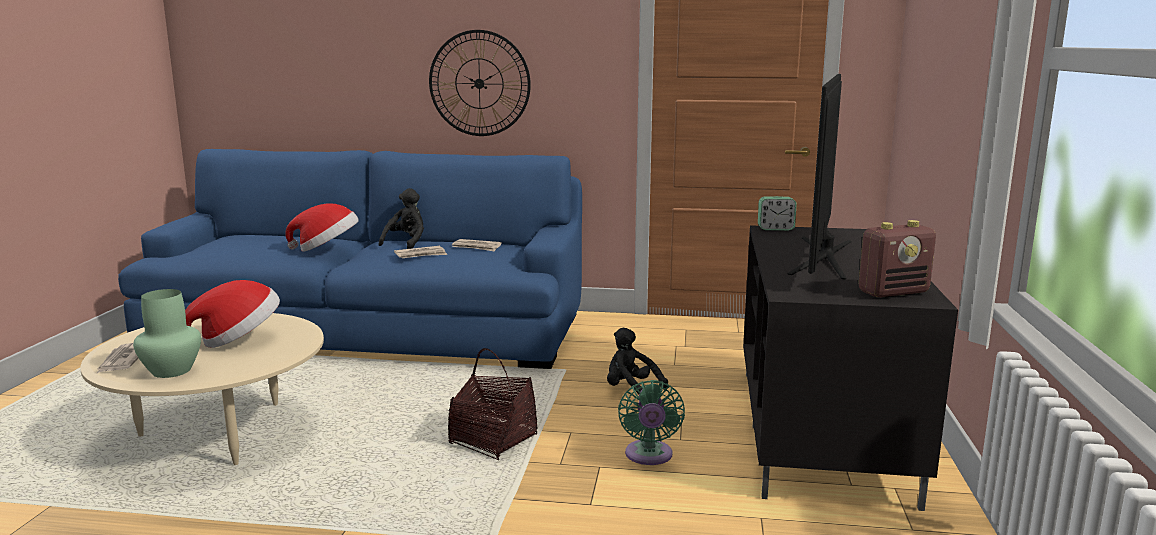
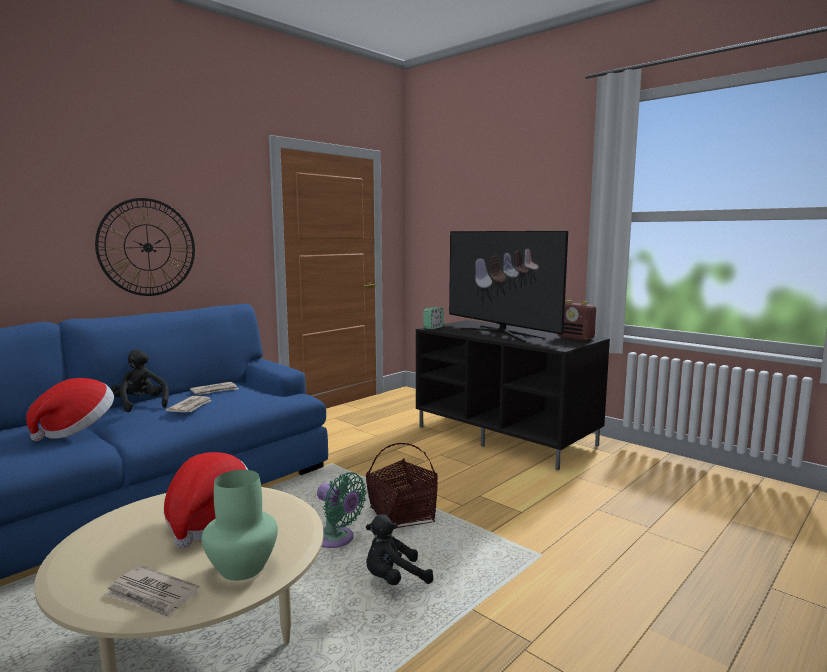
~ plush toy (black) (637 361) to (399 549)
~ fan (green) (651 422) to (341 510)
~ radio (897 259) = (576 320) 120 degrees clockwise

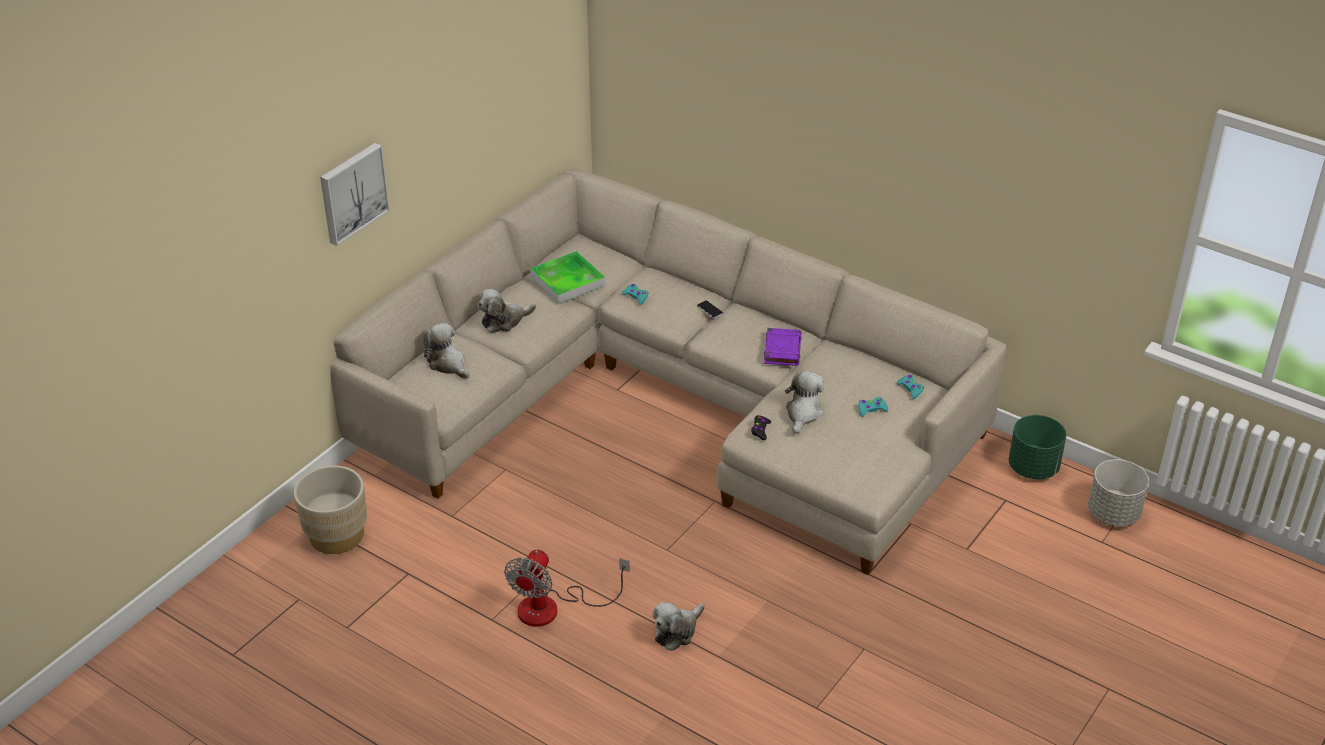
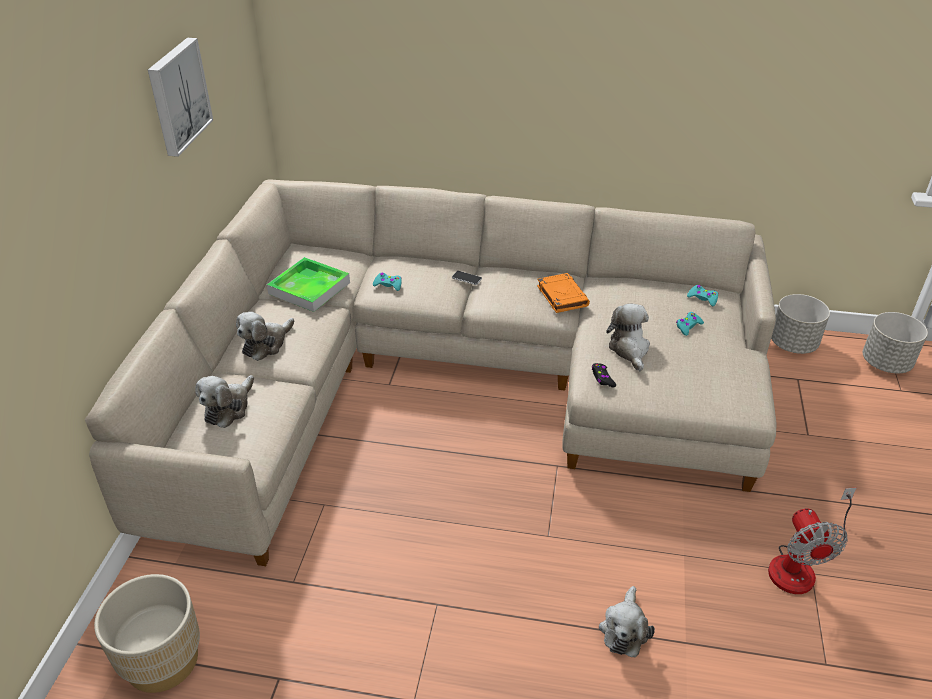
~ picture (355 194) to (180 97)
~ fan (566 588) to (812 541)
~ book (purple) (783 347) to book (orange) (563 293)
~ planter (green) (1037 447) to planter (grey) (800 324)
~ plush toy (446 351) = (224 401) 90 degrees counterclockwise

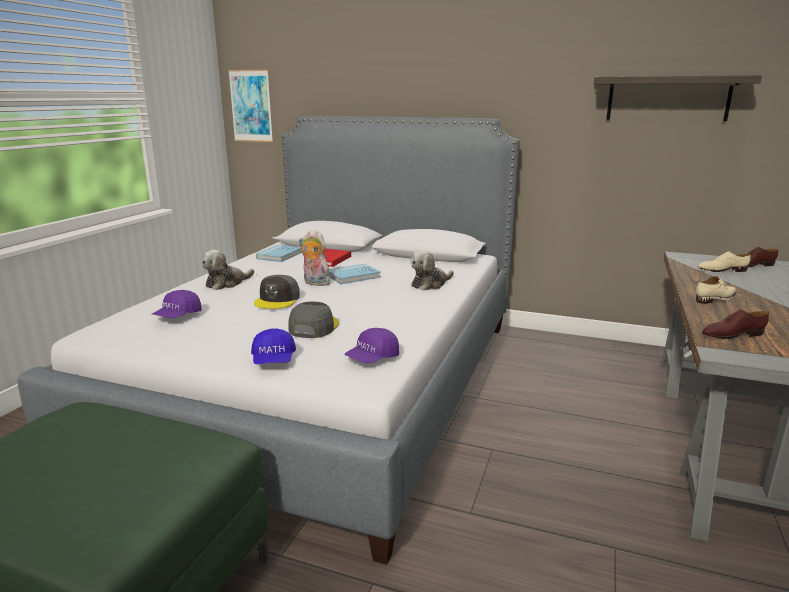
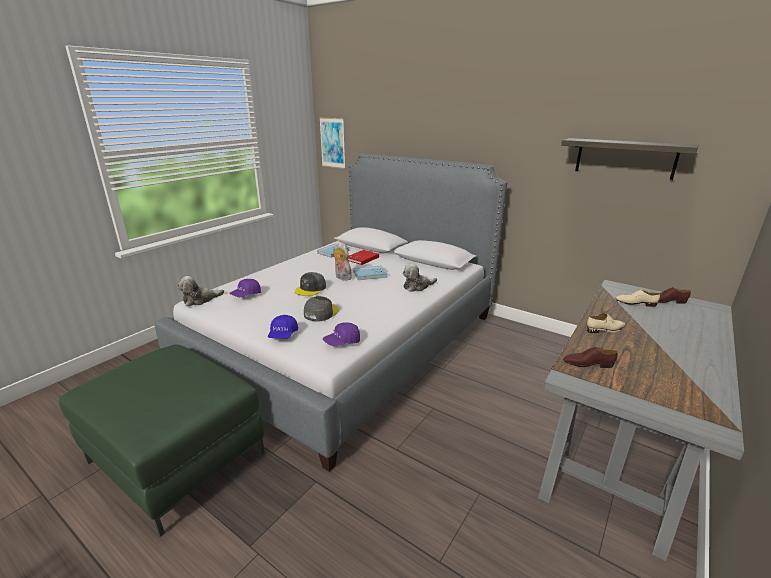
~ plush toy (228 270) to (200 291)

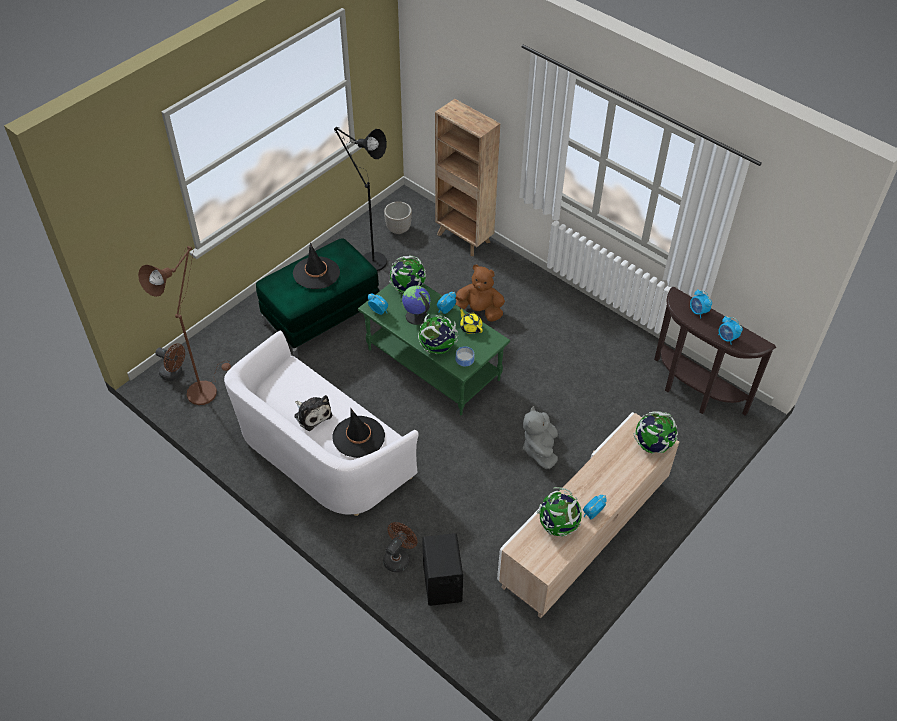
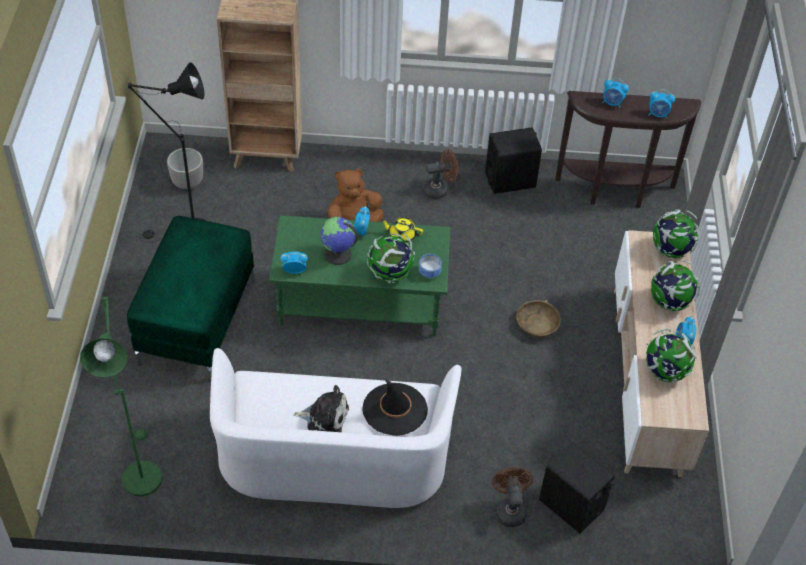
- hat (black) (316 265)
+ speaker (black) (513 160)
~ fan (brown) (170 362) to (440 174)
~ globe (407 274) to (675 285)
~ plush toy (grey) (540 437) to bowl (brown) (538 319)
~ floor lamp (brown) (184 325) to floor lamp (green) (121 396)

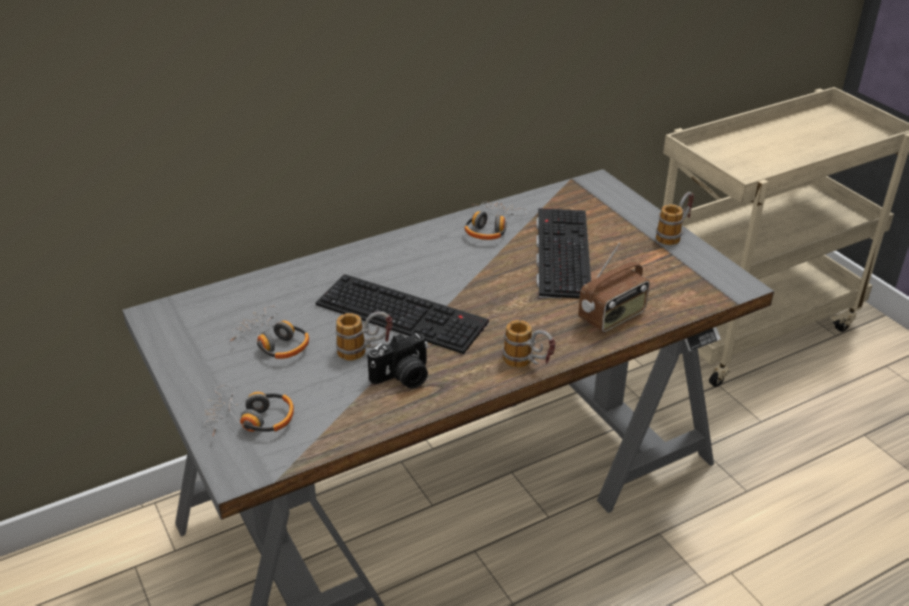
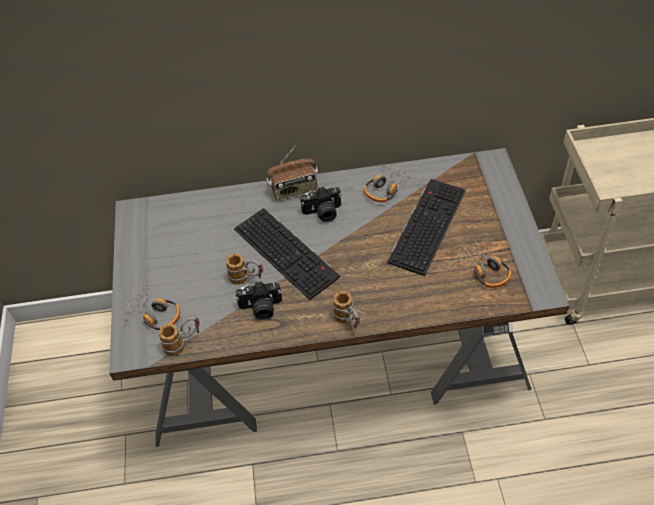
+ photo camera (321 204)
~ headphones (269 332) to (483 263)
~ radio (614 288) to (292 173)
~ mug (675 218) to (179 336)

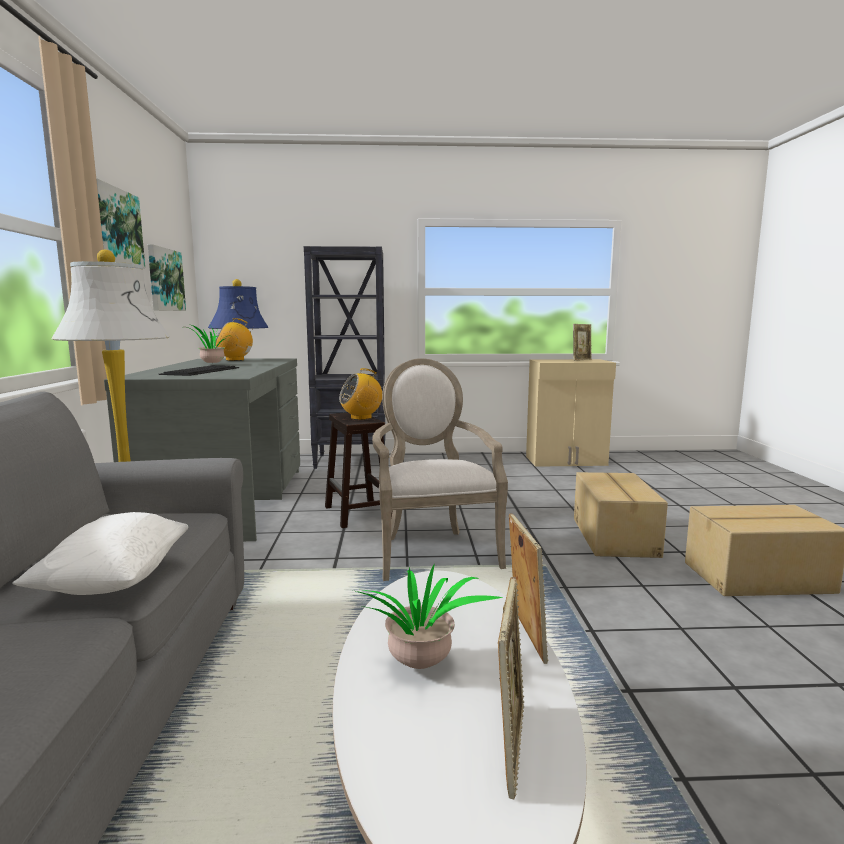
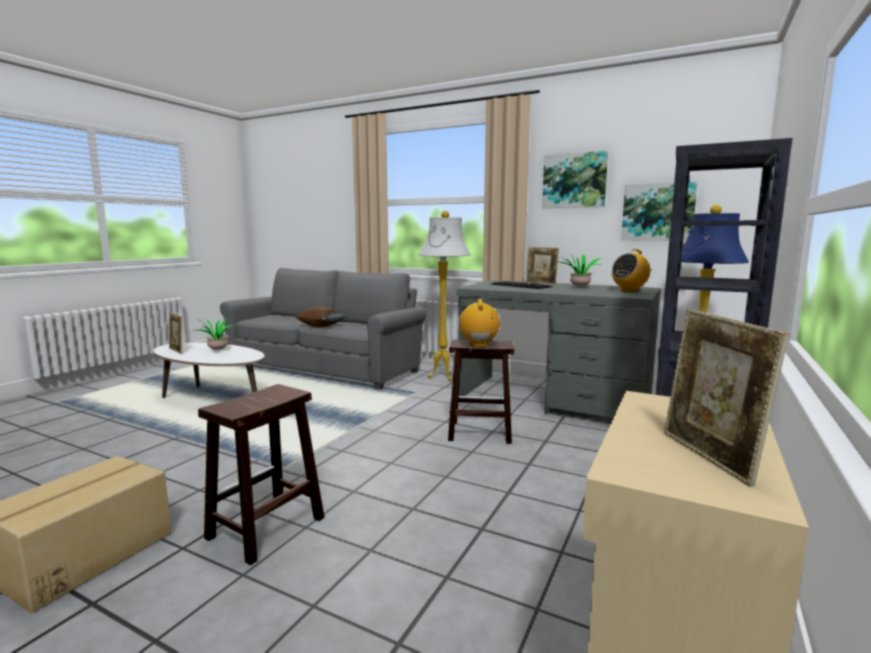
- armchair (440 469)
~ picture frame (528 588) to (542 265)
~ cardboard box (621 515) to stool (brown) (261 474)
~ pillow (white) (100 553) to pillow (brown) (321 317)
~ radio (235 339) = (631 270) 150 degrees counterclockwise

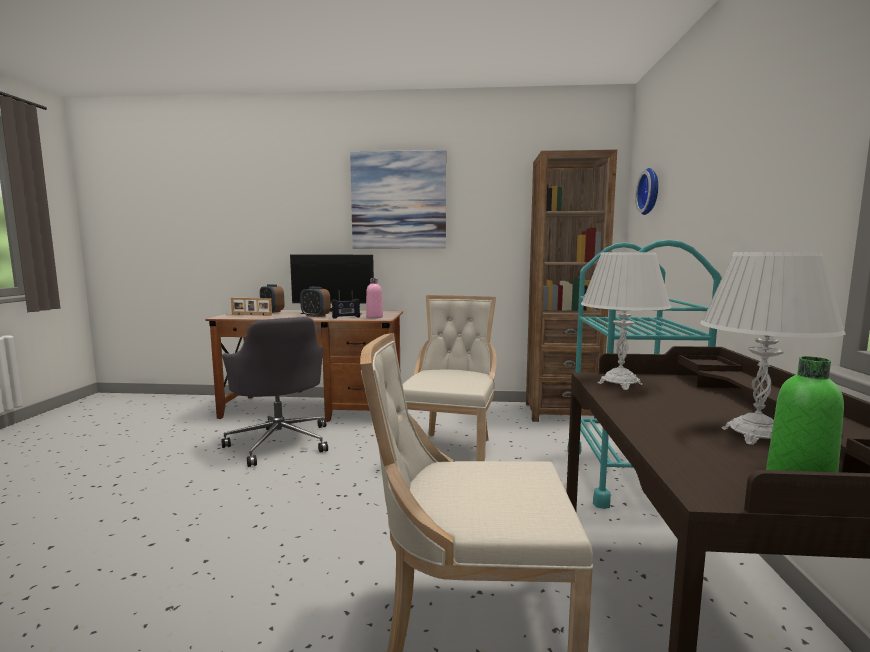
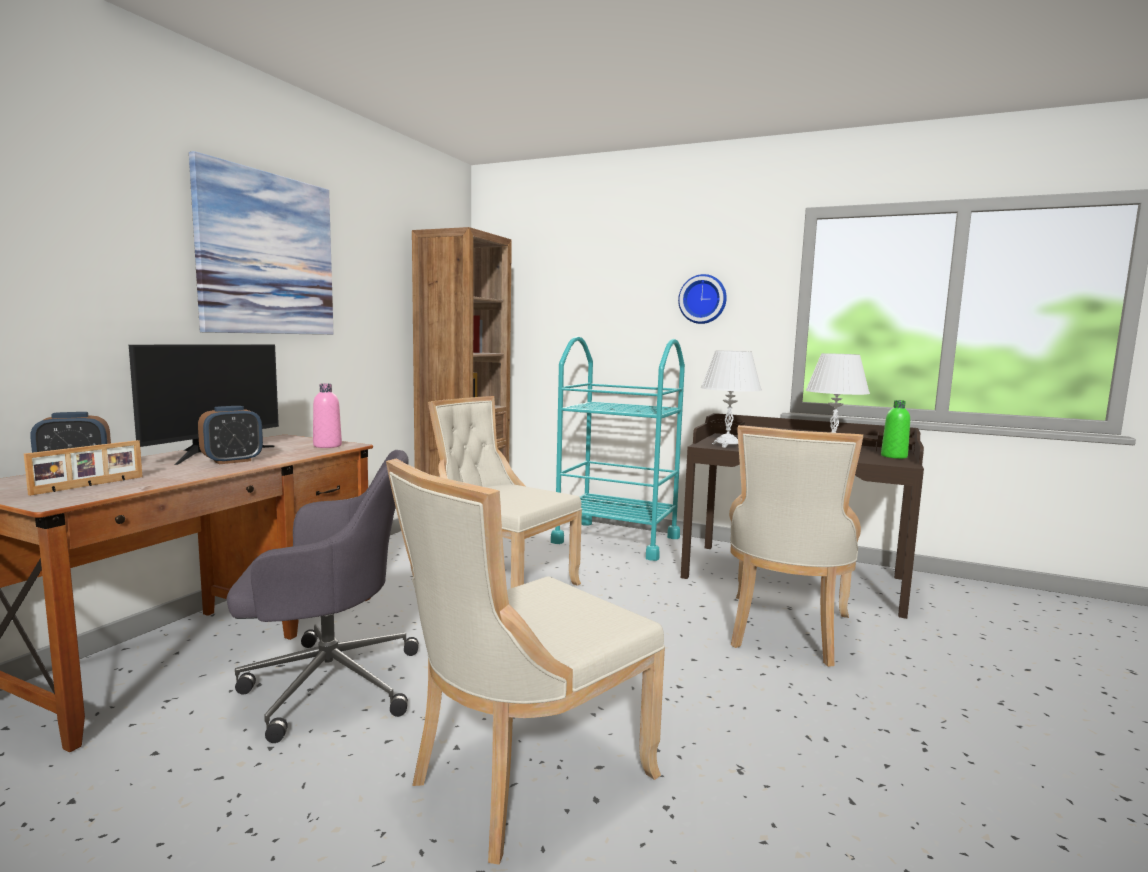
- radio (346 304)
+ chair (beige) (525 662)
~ wall clock (646 191) to (702 299)

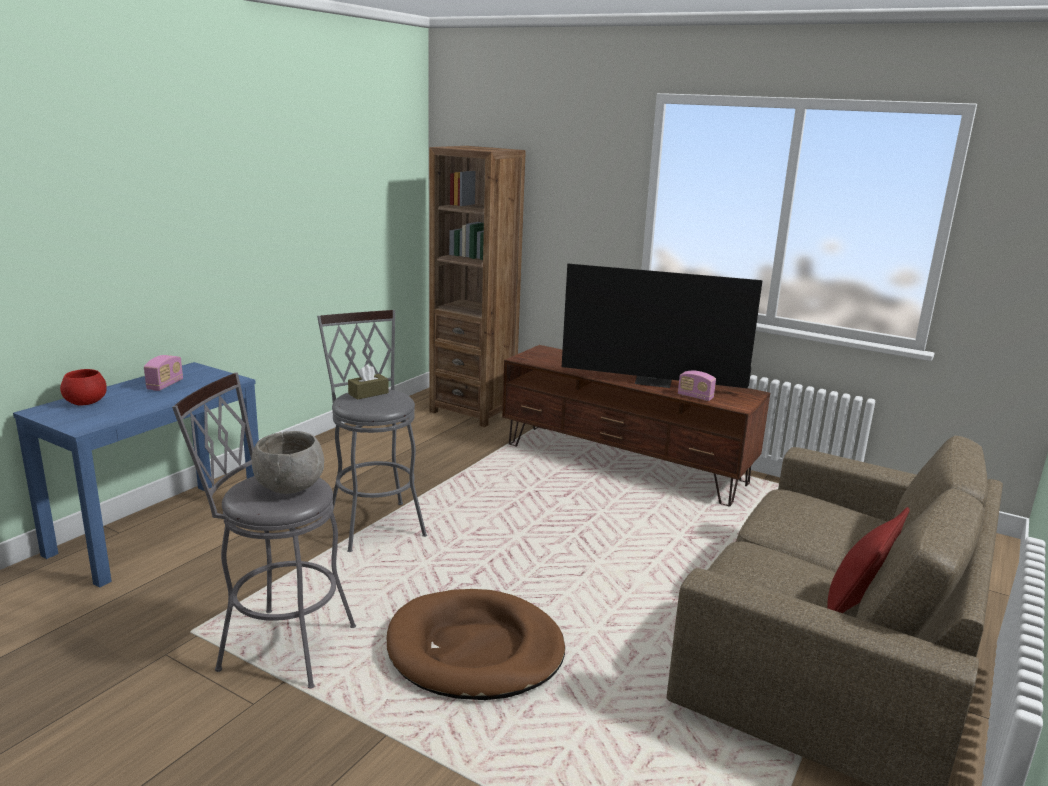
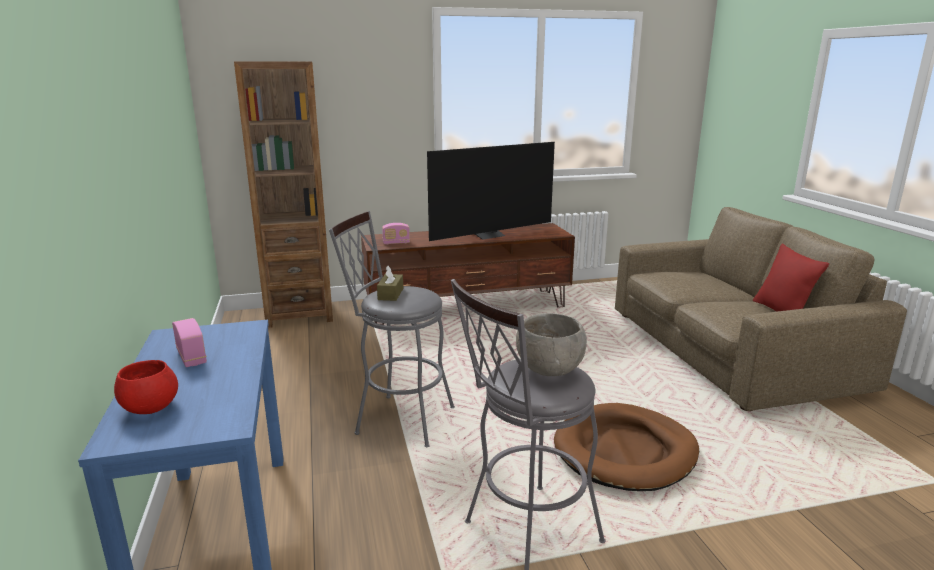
~ radio (697 386) to (396 234)

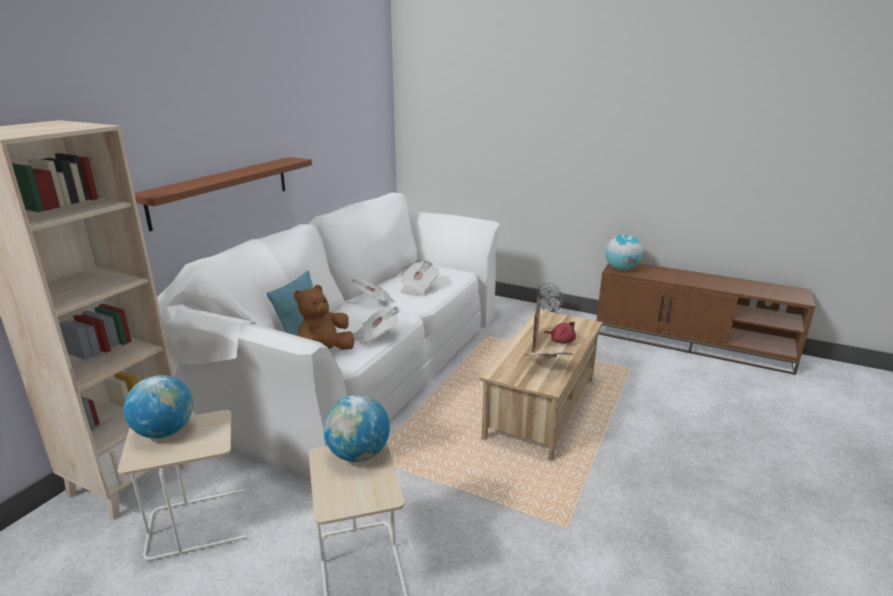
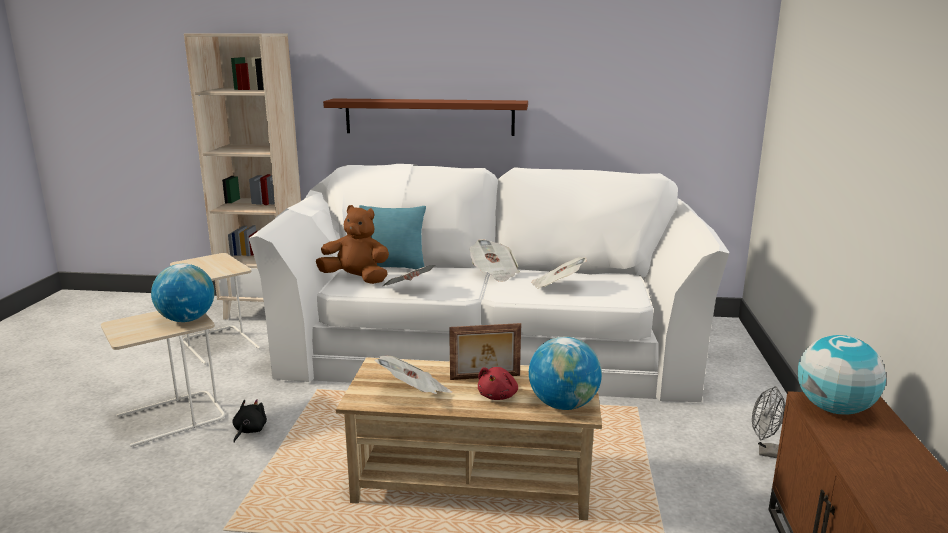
+ plush toy (black) (249 421)
~ globe (158 407) to (565 373)

